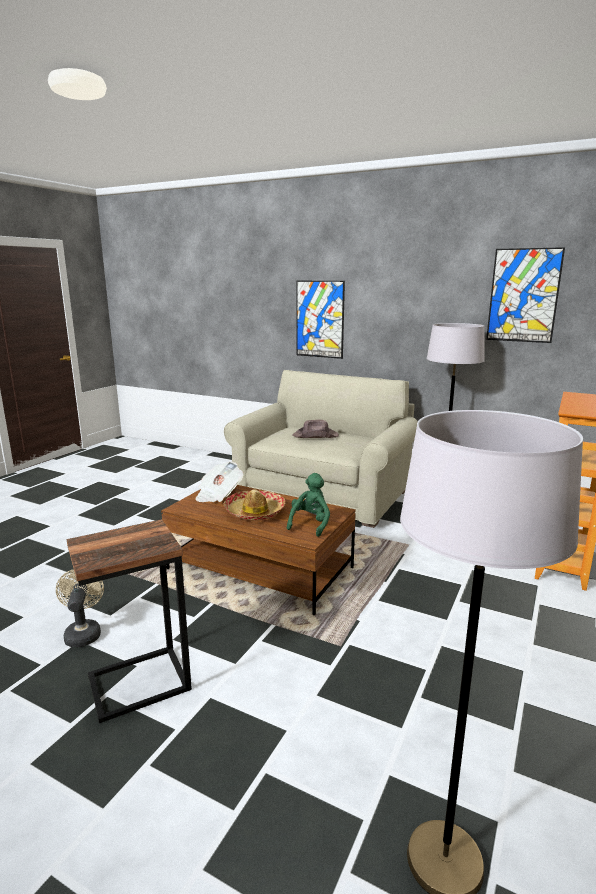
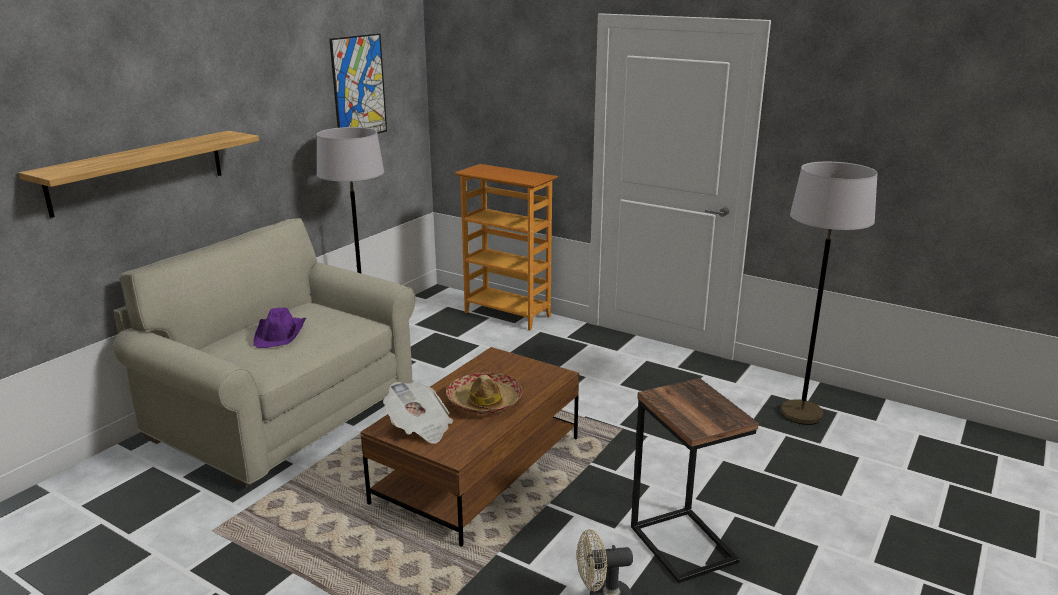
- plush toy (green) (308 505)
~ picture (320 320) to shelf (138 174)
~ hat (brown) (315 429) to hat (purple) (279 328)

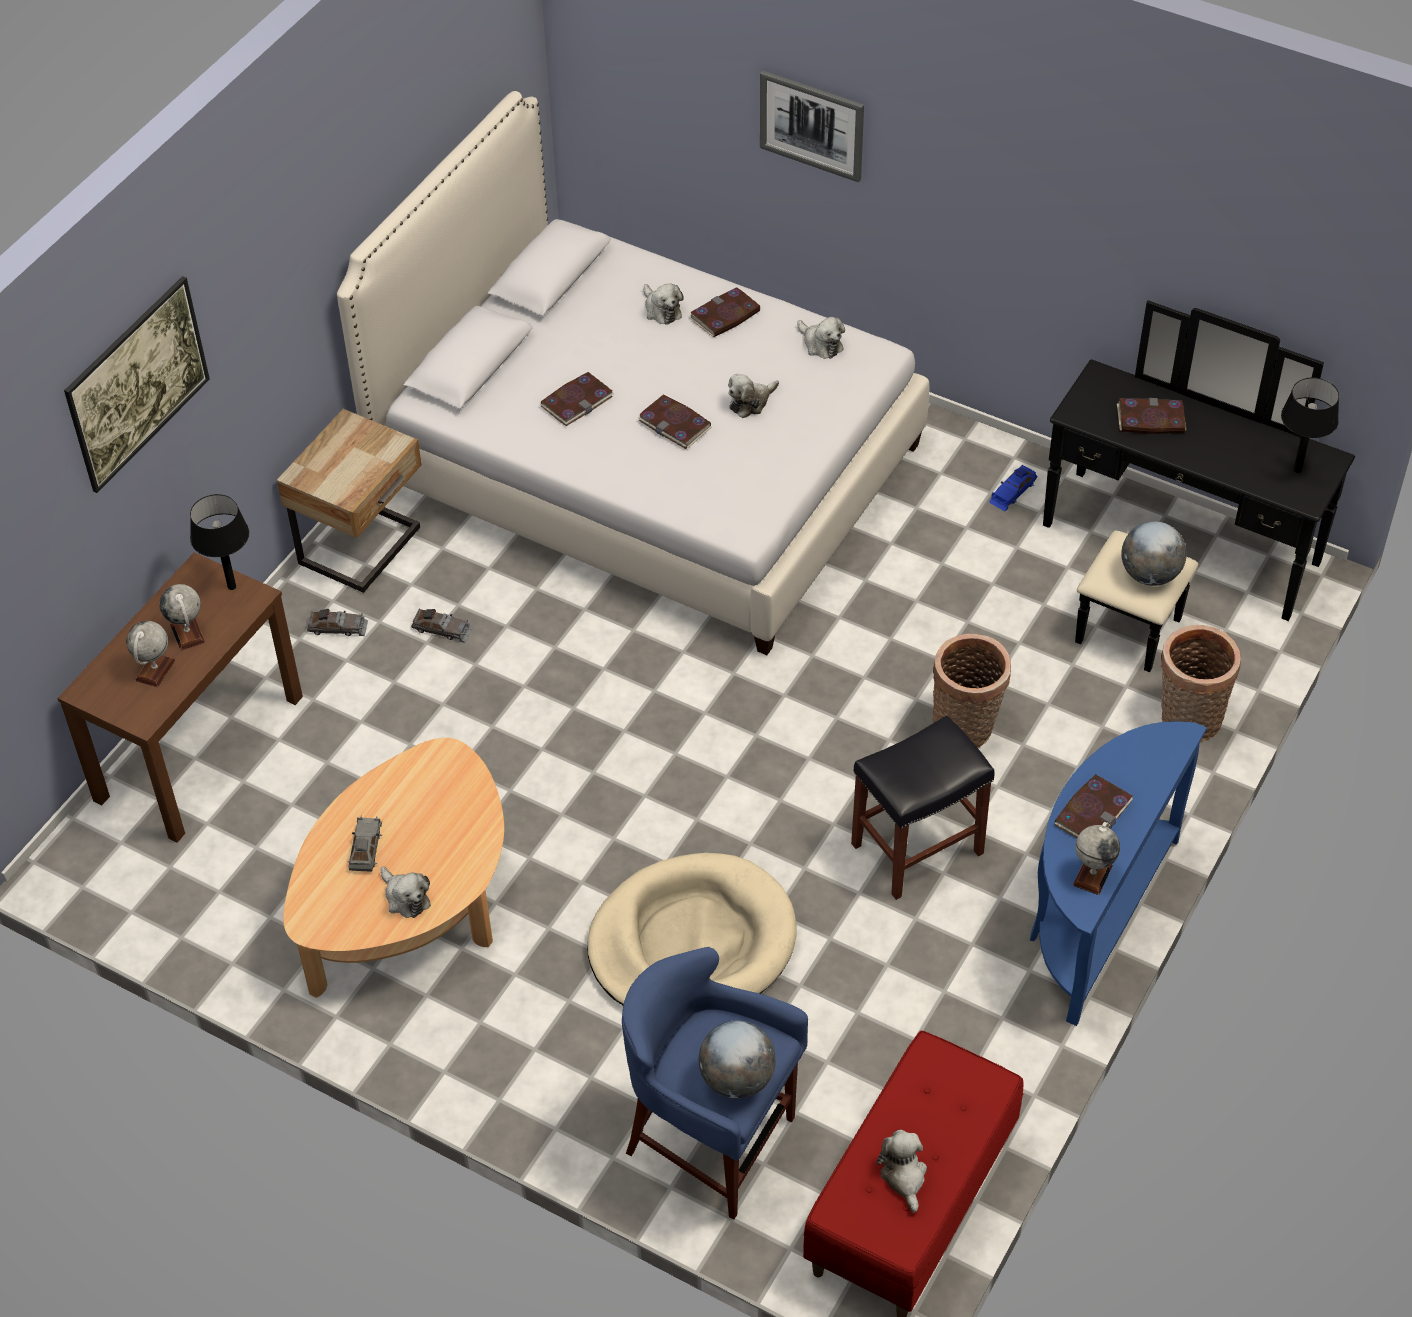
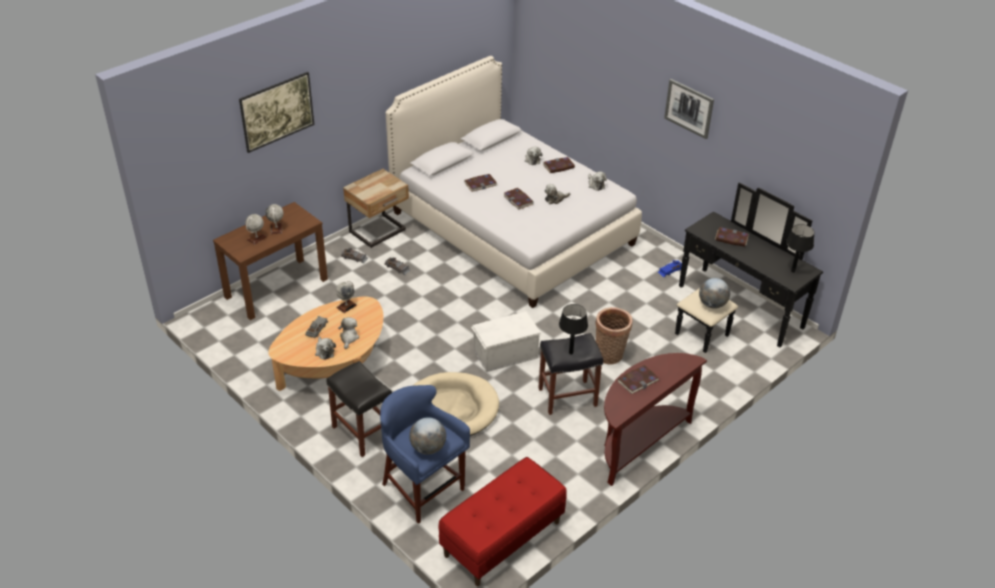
- basket (1201 683)
+ stool (black) (359 409)
+ storage box (white) (506 341)
~ table lamp (black) (219 542) to (573 329)
~ picture (812 126) to (689 109)
~ plush toy (902 1171) to (348 333)
~ globe (1096 858) to (346 297)
~ console table (blue) (1118 873) to console table (brown) (655 419)

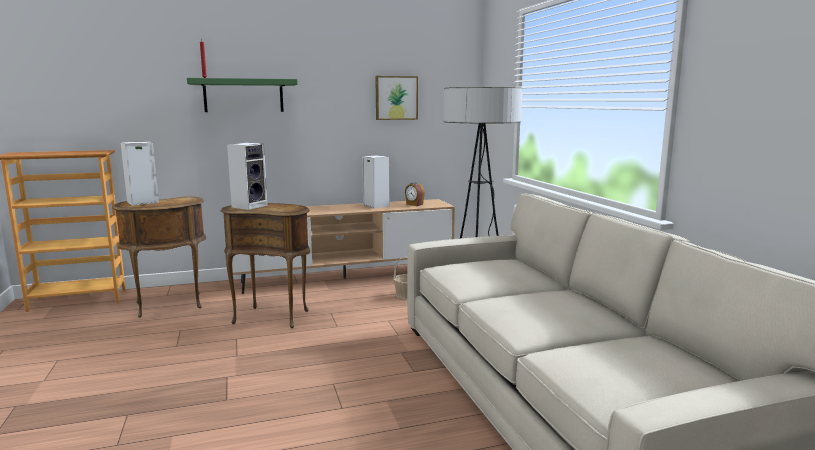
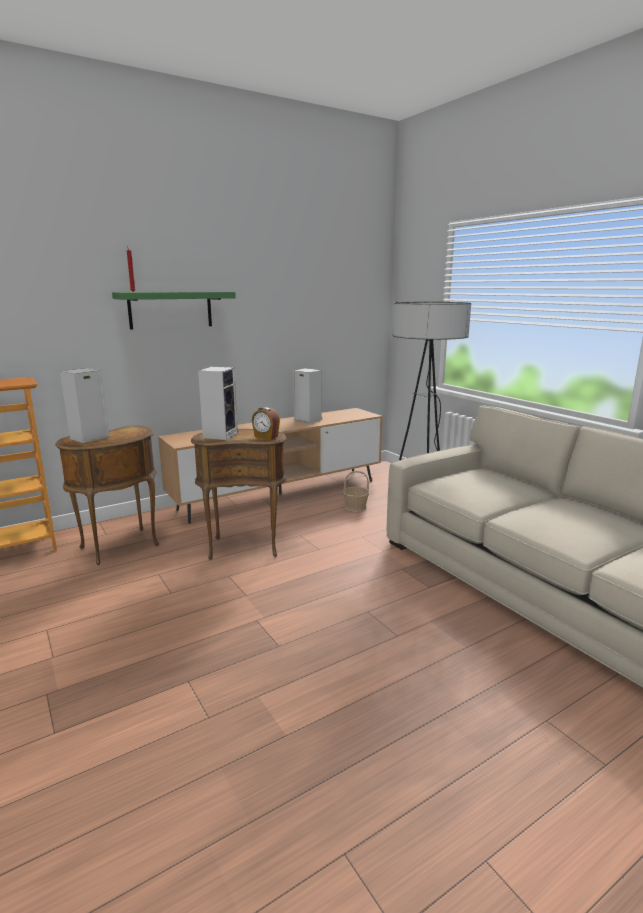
- picture (396 98)
~ alarm clock (415 194) to (266 423)

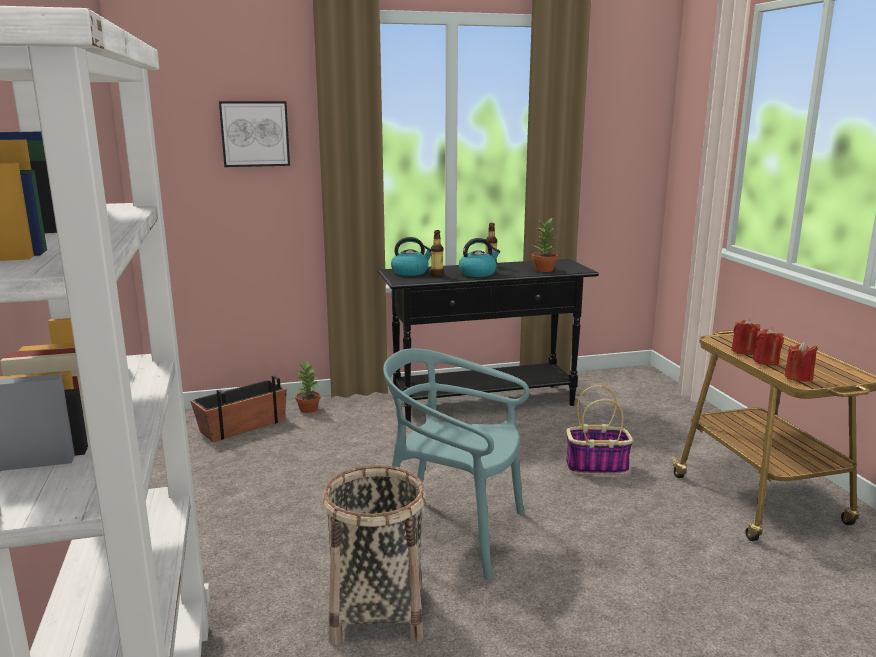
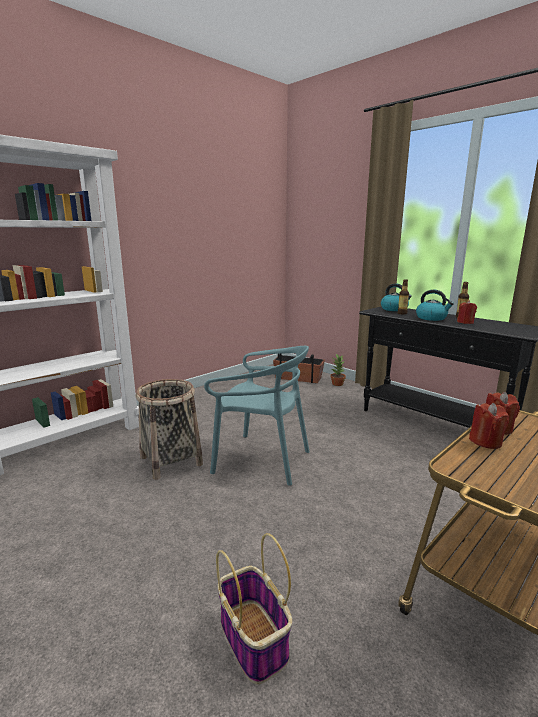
- picture (254 134)
- potted plant (545 244)
~ basket (599 430) to (254 608)
~ candle (red) (801 362) to (467 312)
~ chair (turquoise) (456 464) = (257 416) 120 degrees clockwise

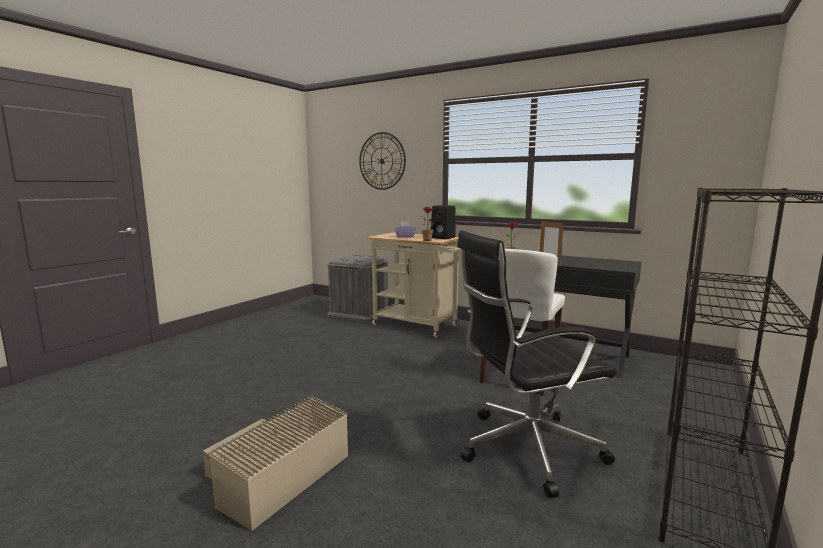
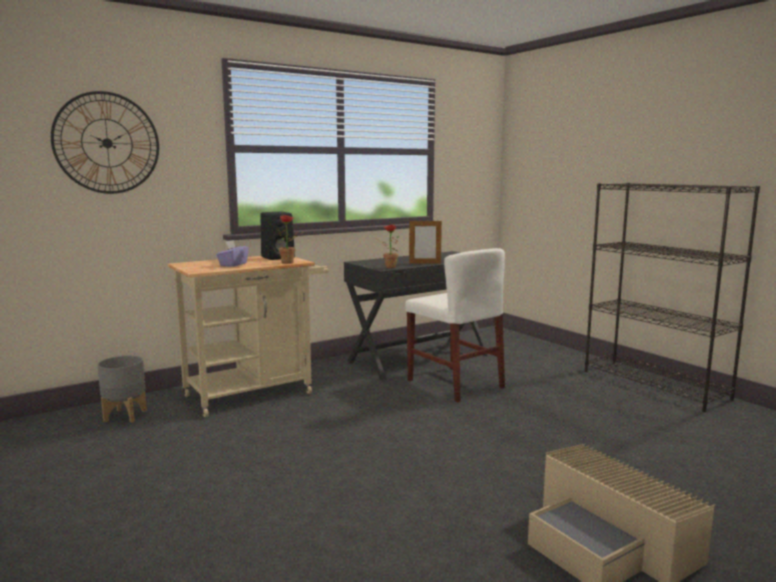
- office chair (black) (537 364)
~ storage box (grey) (358 288) to planter (grey) (122 389)

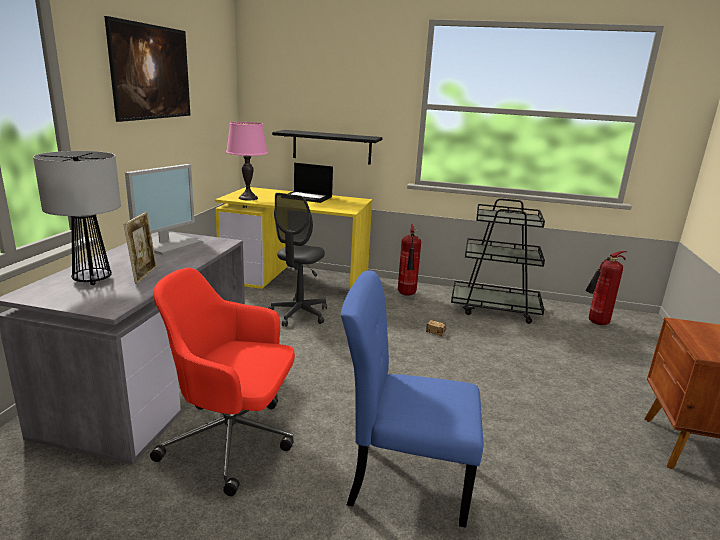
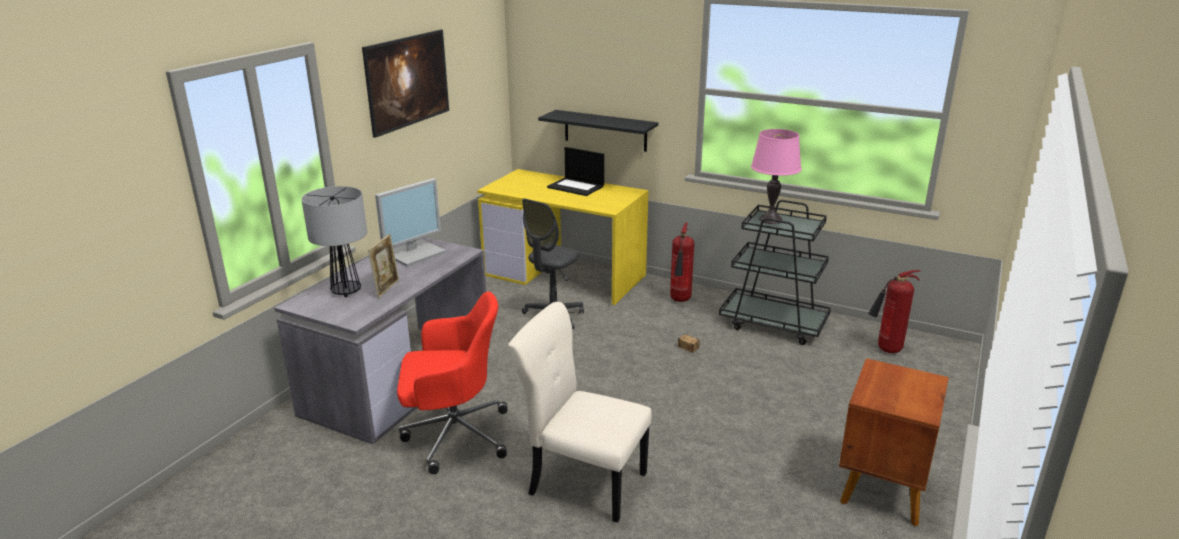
~ table lamp (pink) (247 161) to (776 176)
~ chair (blue) (412 399) to chair (beige) (580 412)
~ office chair (red) (222 382) = (452 383) 150 degrees clockwise

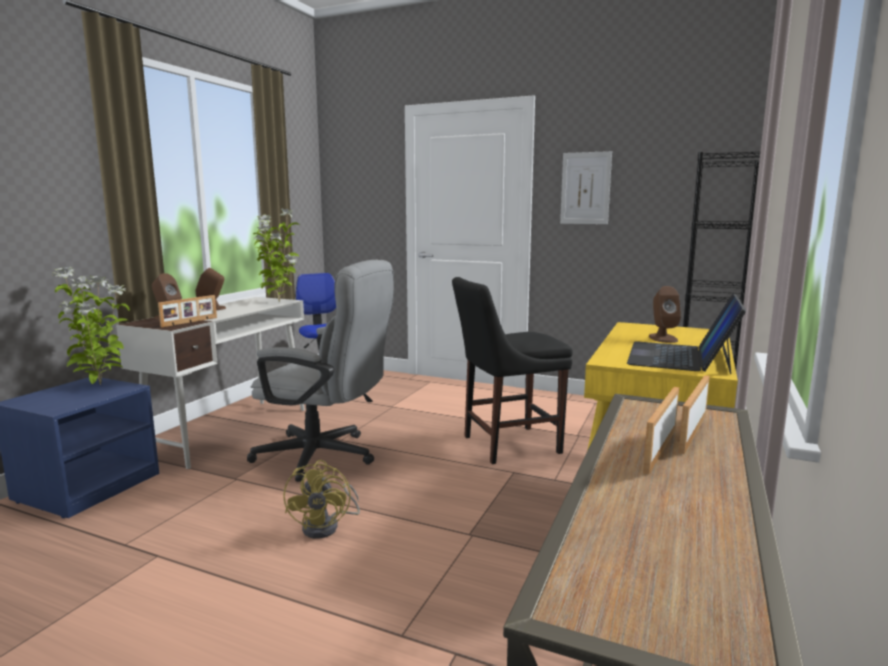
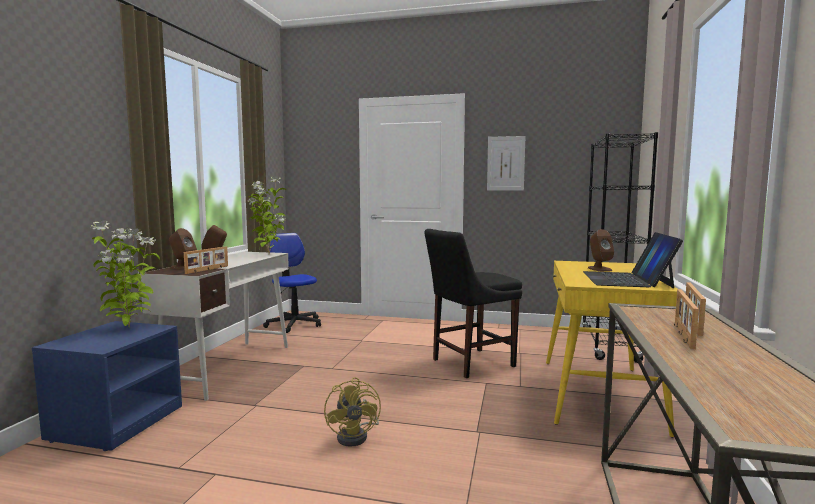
- office chair (grey) (320 371)

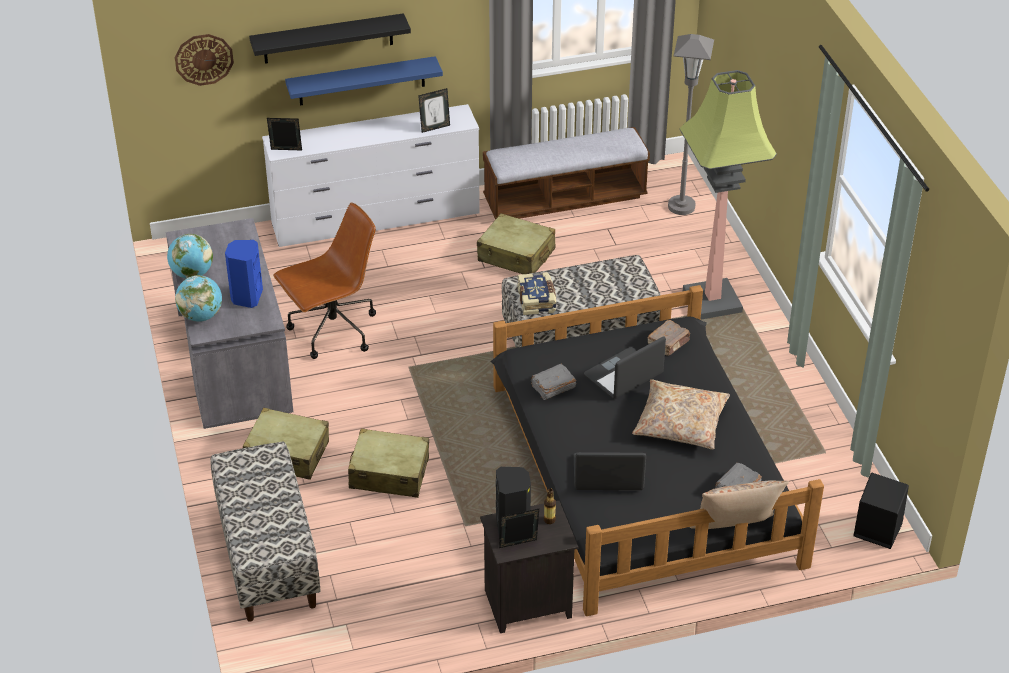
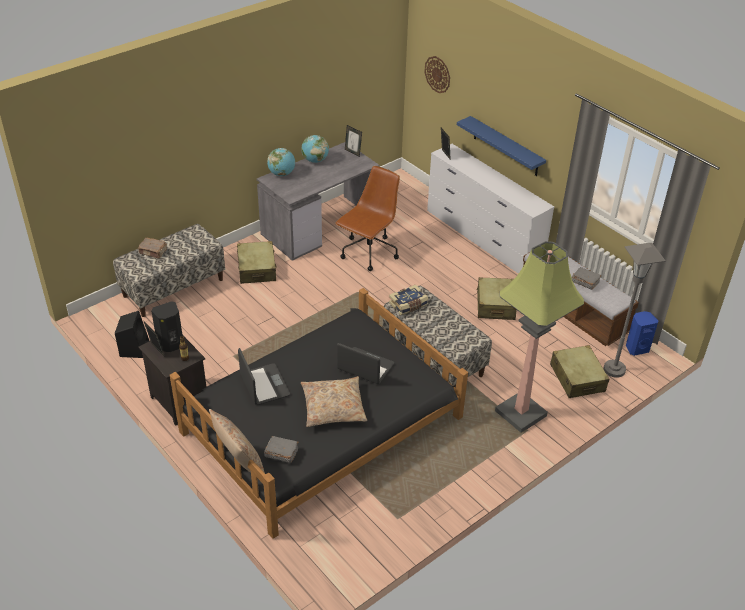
- shelf (black) (330 38)
~ speaker (blue) (244 274) to (642 333)
~ suitcase (beige) (388 463) to (579 371)
~ picture frame (434 110) to (353 141)
~ book (grey) (553 382) to (586 278)
~ book (brown) (668 338) to (152 247)
~ speaker (black) (881 511) to (132 334)
~ office chair (brown) (324 280) = (367 218) 90 degrees counterclockwise

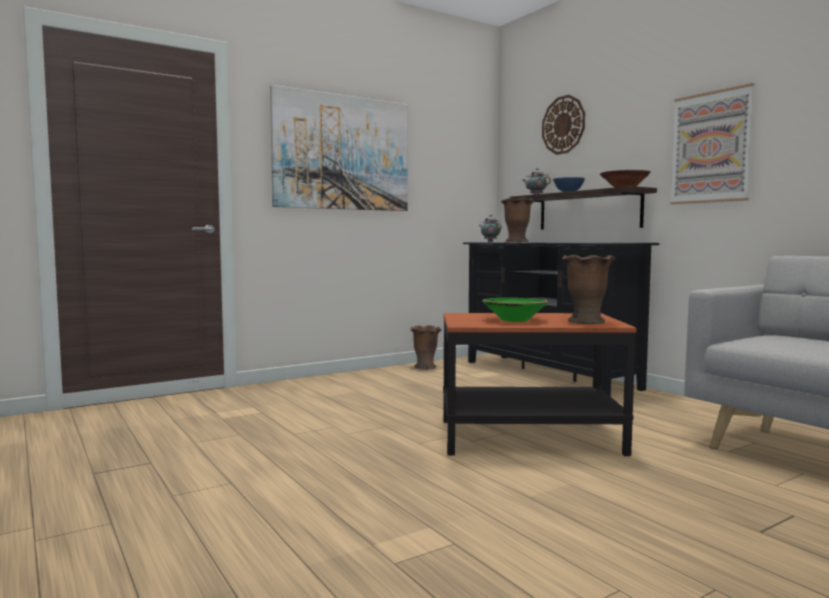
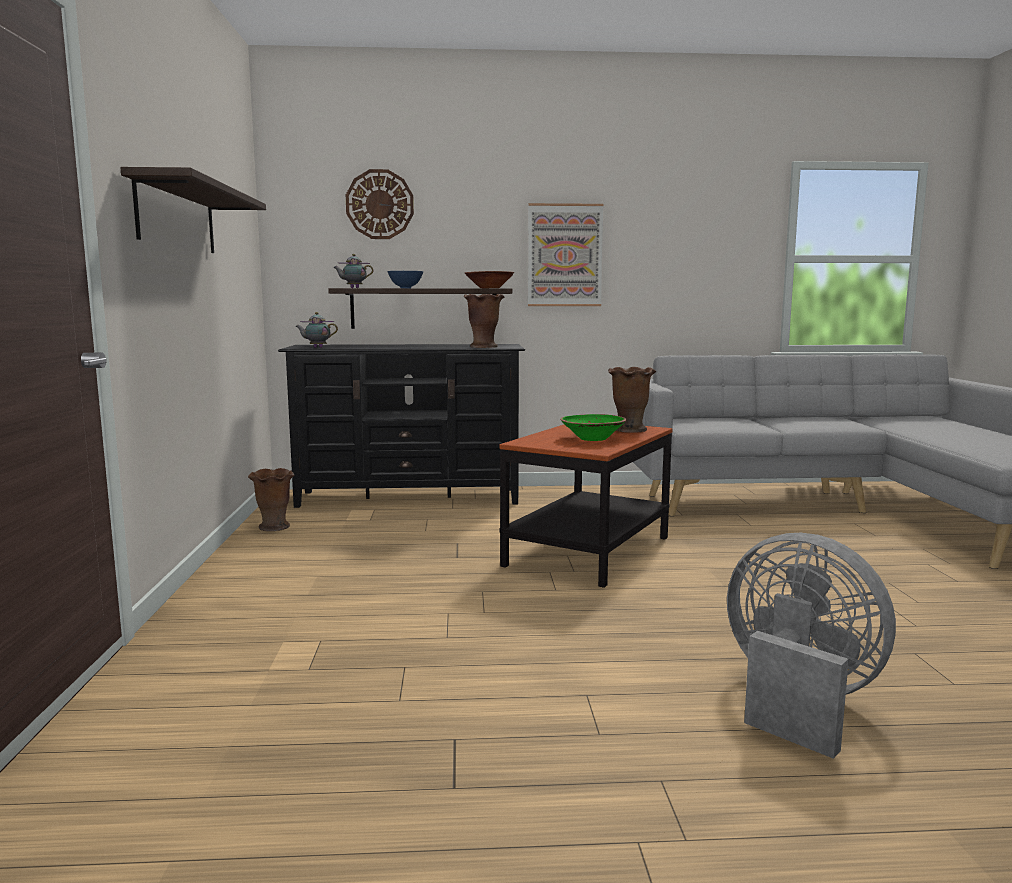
+ fan (grey) (811 646)
~ vase (brown) (518 220) to (484 321)
~ picture (339 148) to shelf (193 210)

